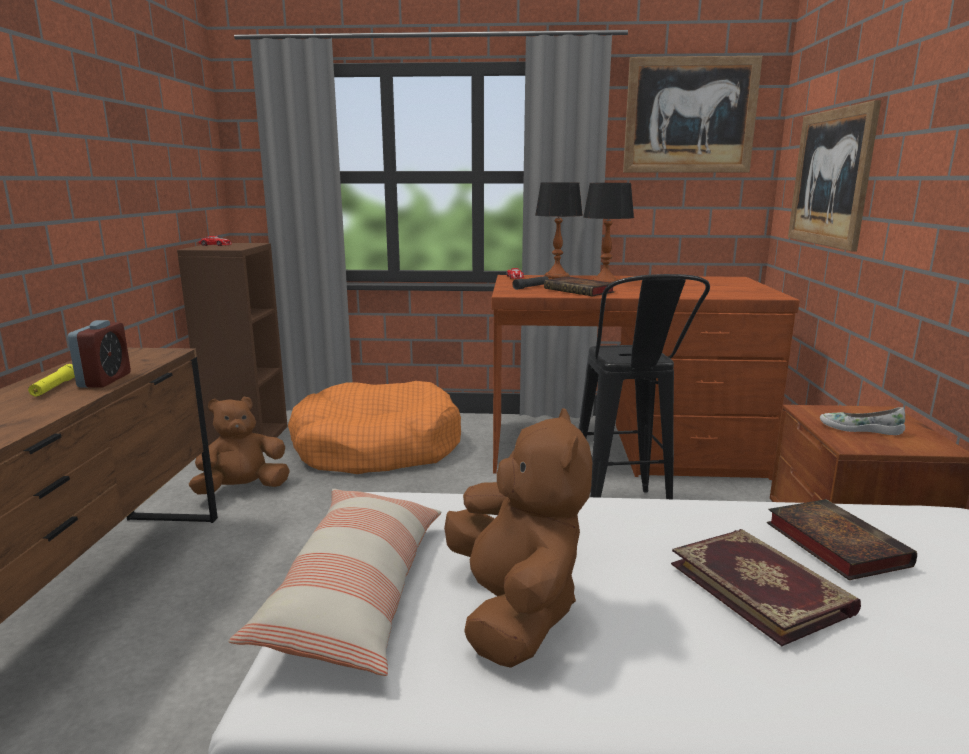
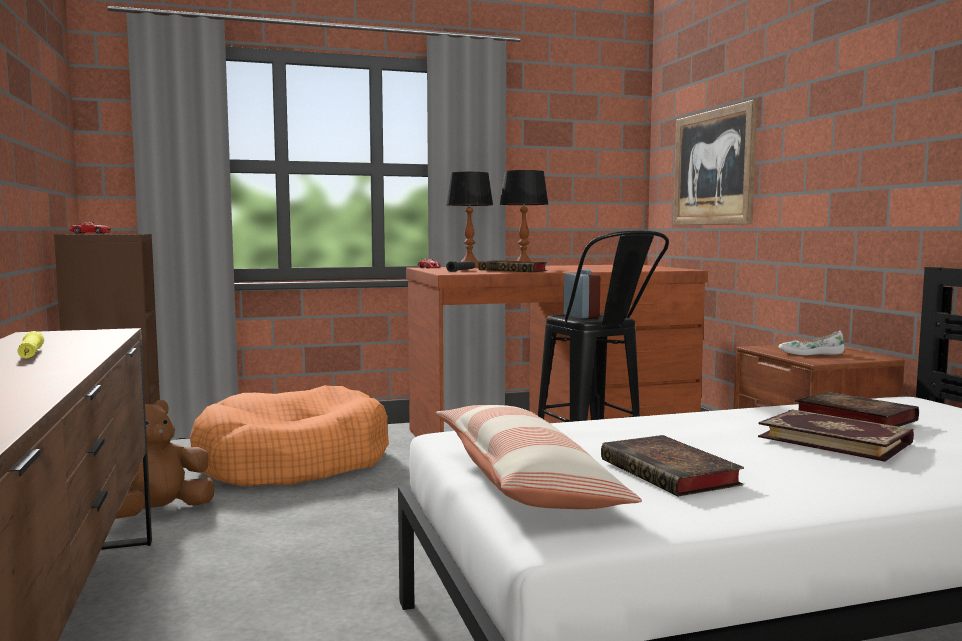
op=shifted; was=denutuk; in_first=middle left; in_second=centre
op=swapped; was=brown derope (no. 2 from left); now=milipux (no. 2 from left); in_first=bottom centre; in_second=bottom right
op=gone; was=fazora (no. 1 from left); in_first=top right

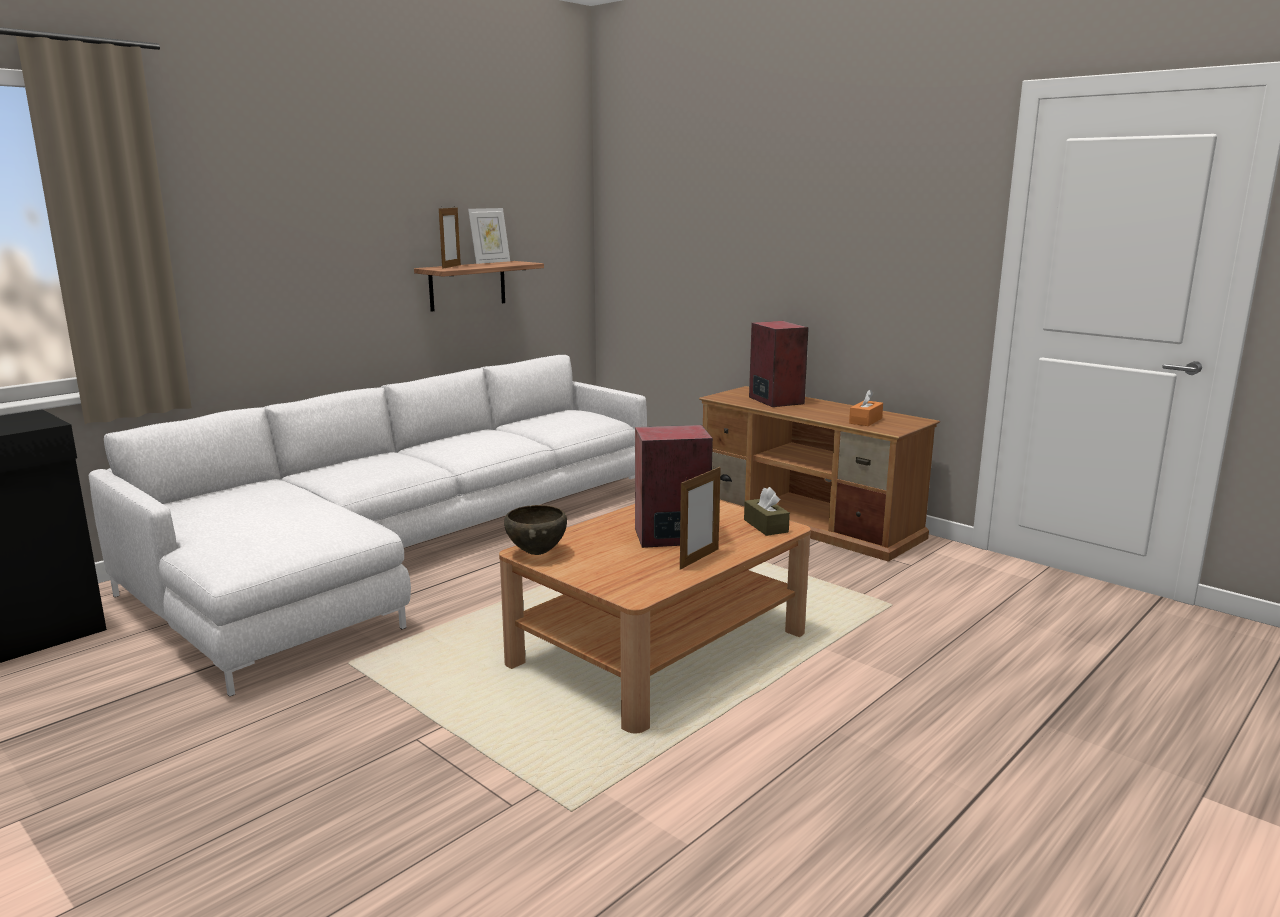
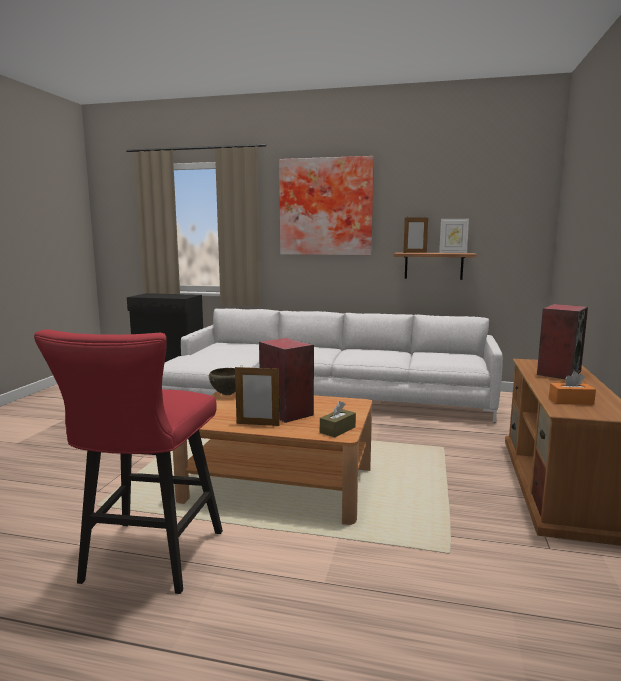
op=new; now=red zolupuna; in_second=bottom left
op=new; now=fazora; in_second=top centre

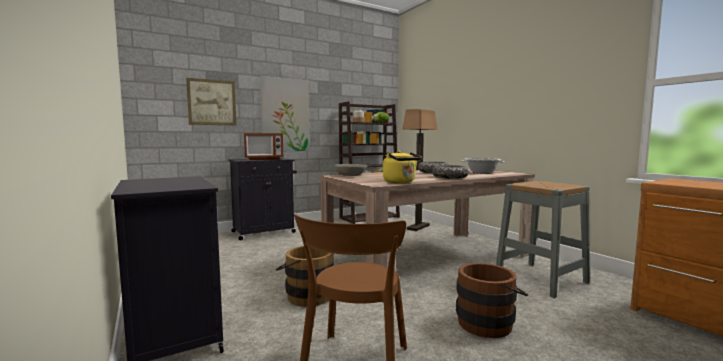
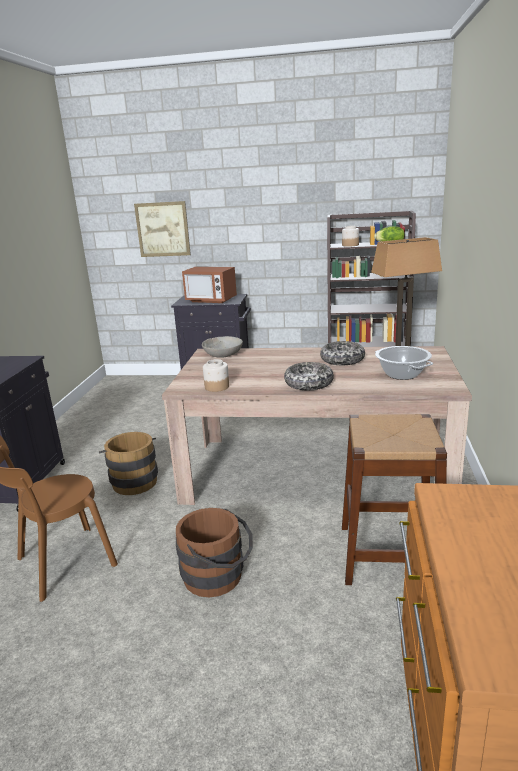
op=swapped; was=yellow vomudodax; now=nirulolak (no. 1 from left); in_first=centre; in_second=centre
op=repainted; was=grey zolupuna; now=brown zolupuna; in_first=middle right; in_second=middle right
op=gone; was=fazora (no. 2 from left); in_first=top centre

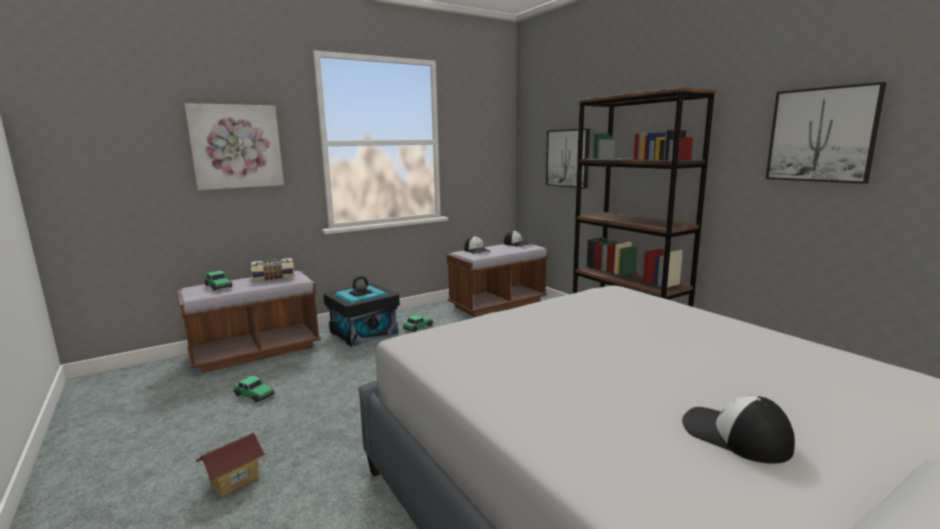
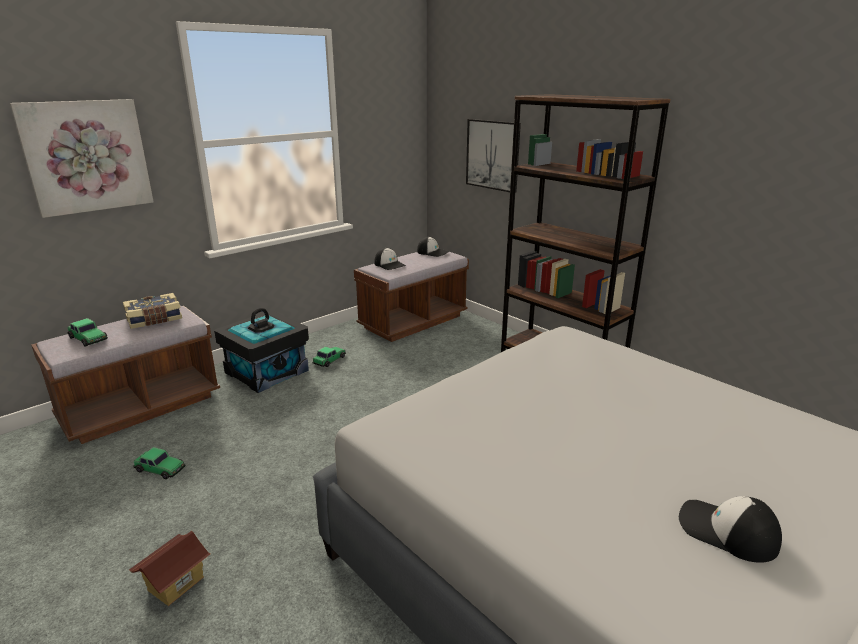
op=gone; was=fazora (no. 3 from left); in_first=top right

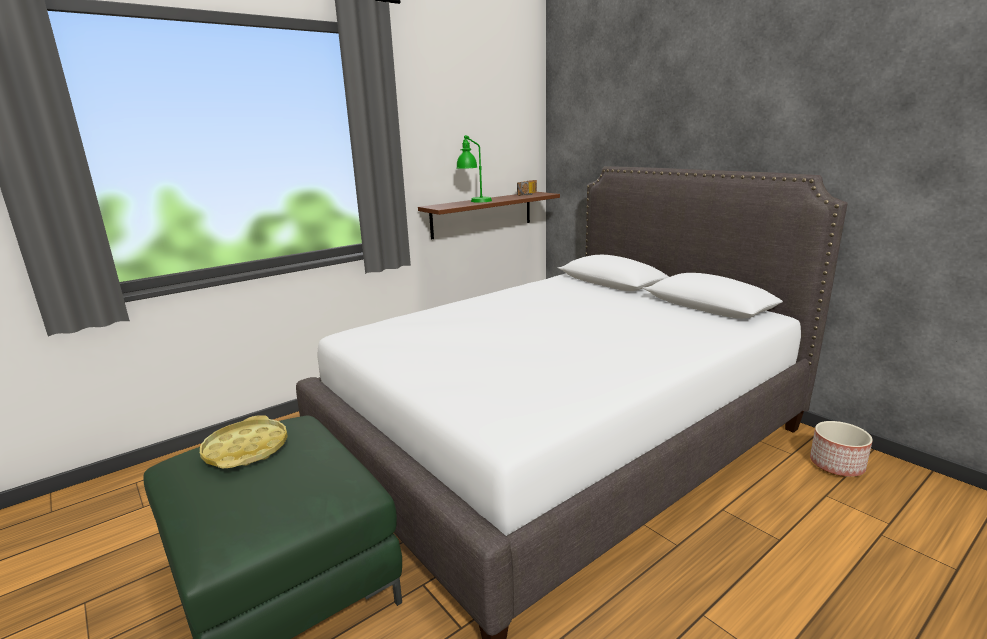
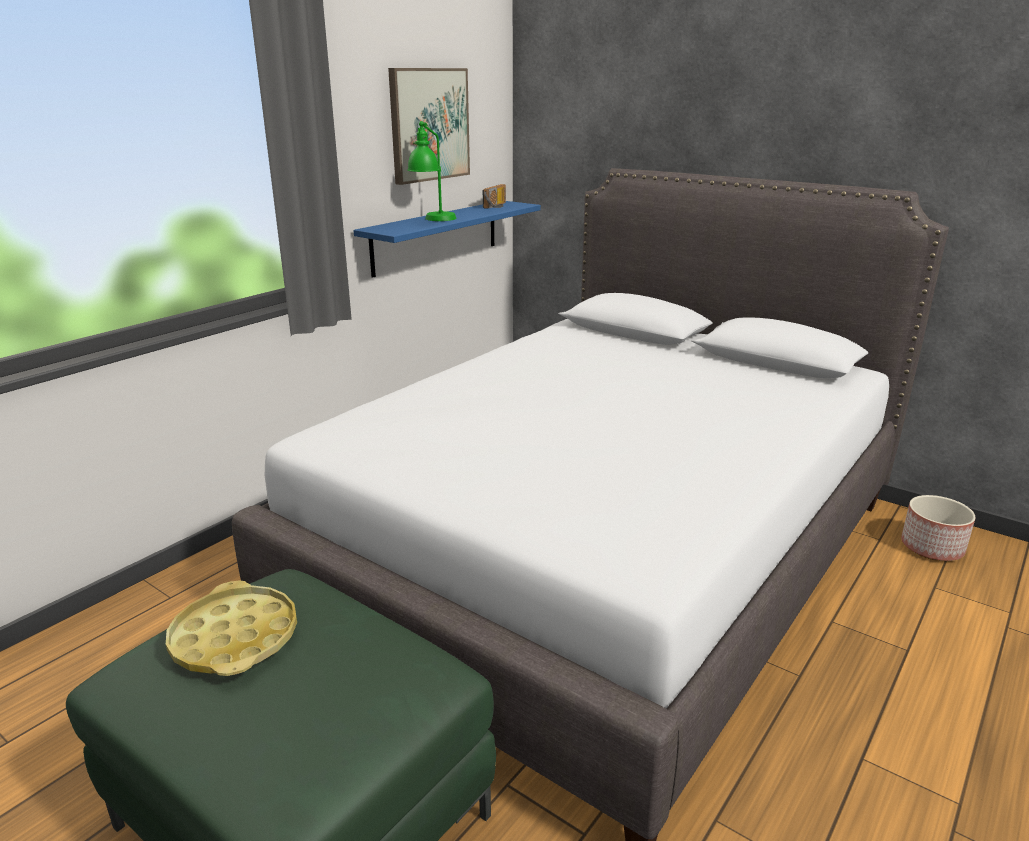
op=repainted; was=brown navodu; now=blue navodu; in_first=centre; in_second=top centre
op=new; now=fazora; in_second=top centre

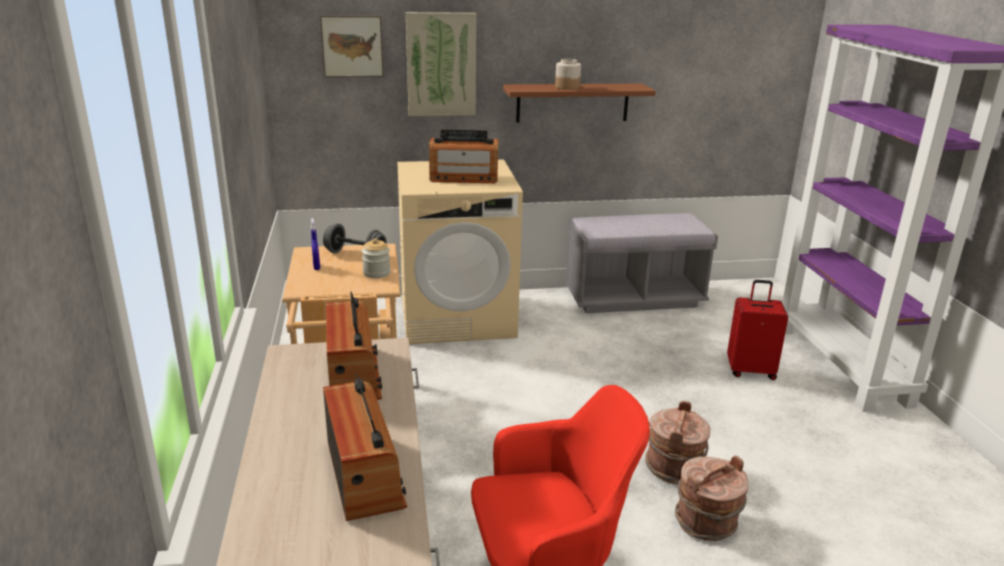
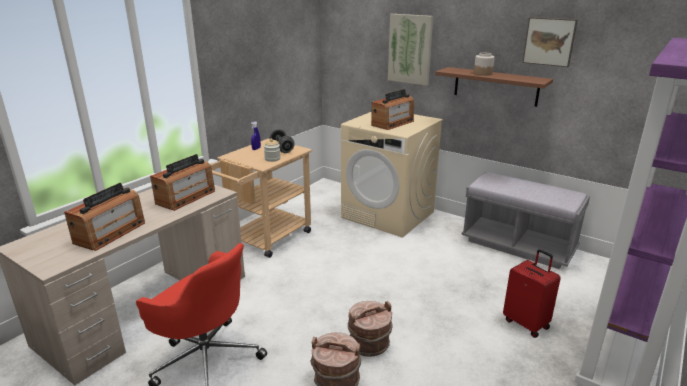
op=rotated; was=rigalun (no. 3 from left); in_first=top centre; in_second=top centre; clockwise=-90
op=shifted; was=fazora (no. 1 from left in the first image); now=fazora (no. 2 from left); in_first=top centre; in_second=top right

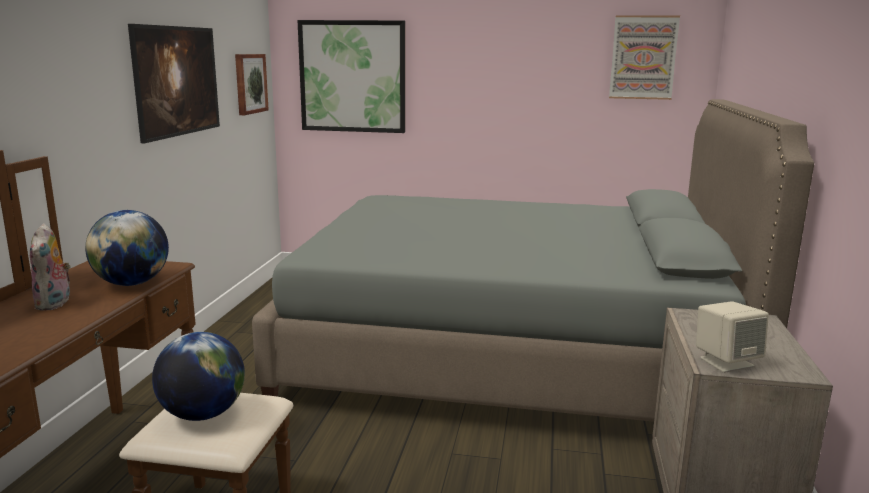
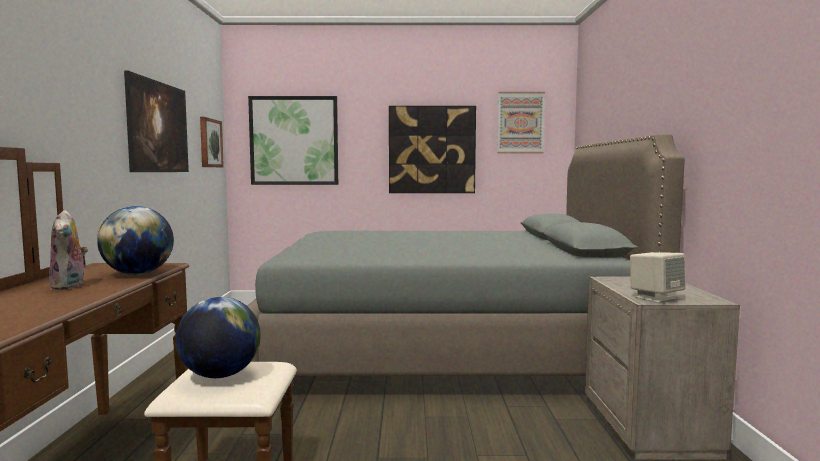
op=new; now=fazora (no. 4 from left); in_second=top centre

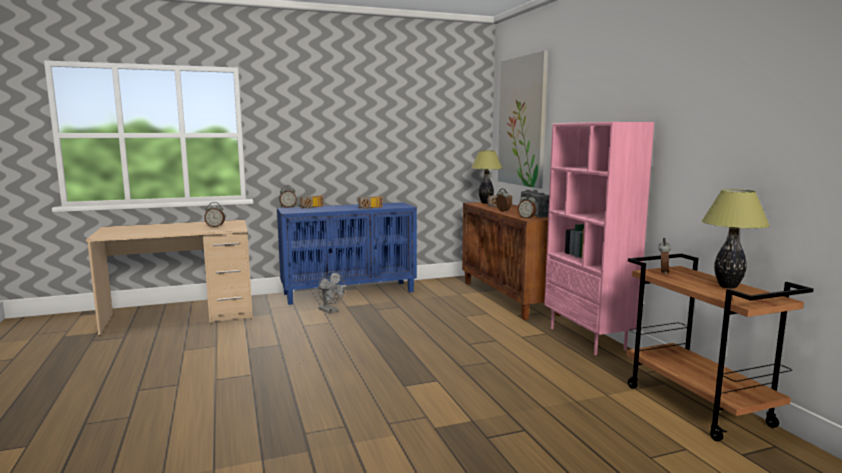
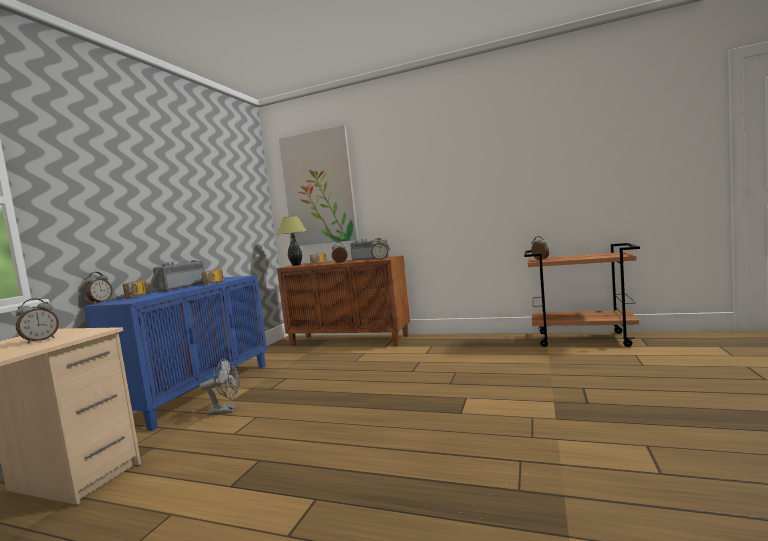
op=new; now=rigalun (no. 2 from left); in_second=middle left
op=gone; was=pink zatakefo; in_first=middle right
op=gone; was=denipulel (no. 2 from left); in_first=middle right

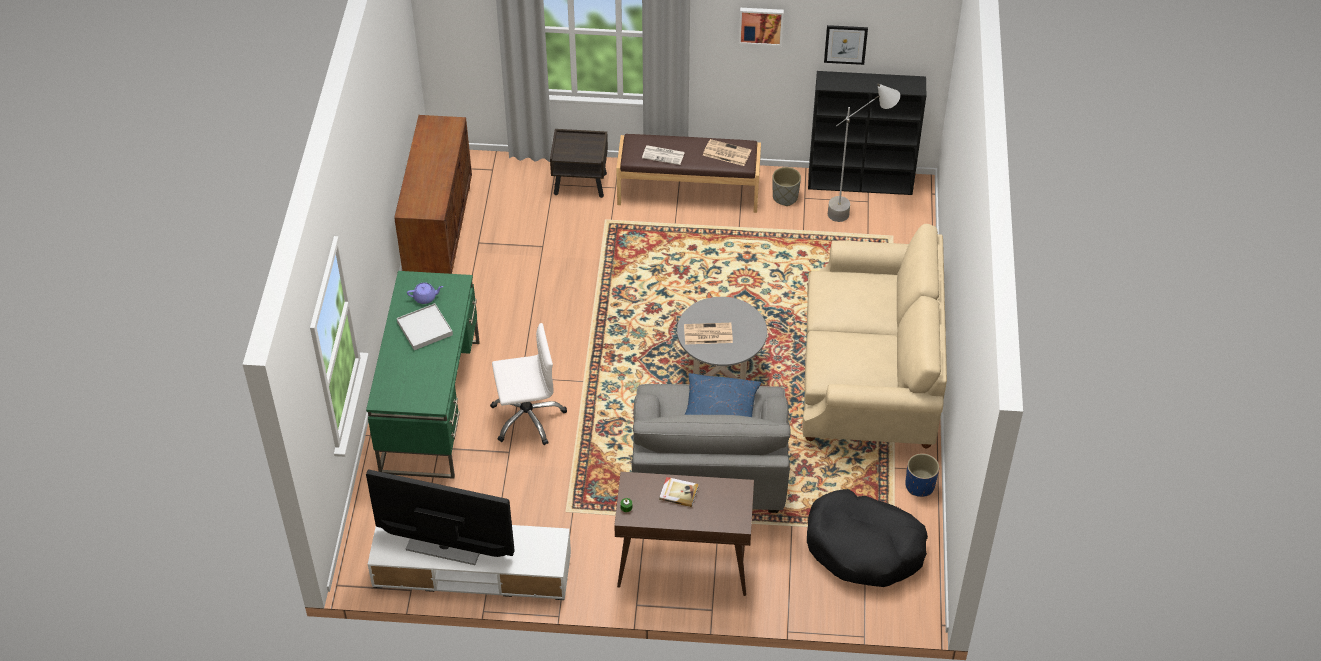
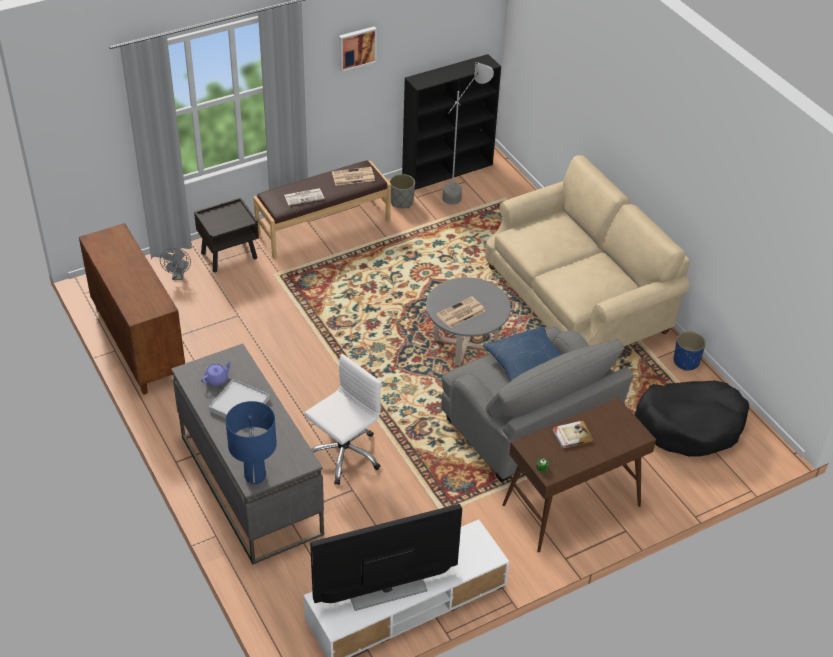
op=new; now=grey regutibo; in_second=middle left
op=repainted; was=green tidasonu; now=grey tidasonu; in_first=middle left; in_second=bottom left
op=new; now=blue denipulel; in_second=bottom left
op=gone; was=fazora (no. 2 from left); in_first=top centre

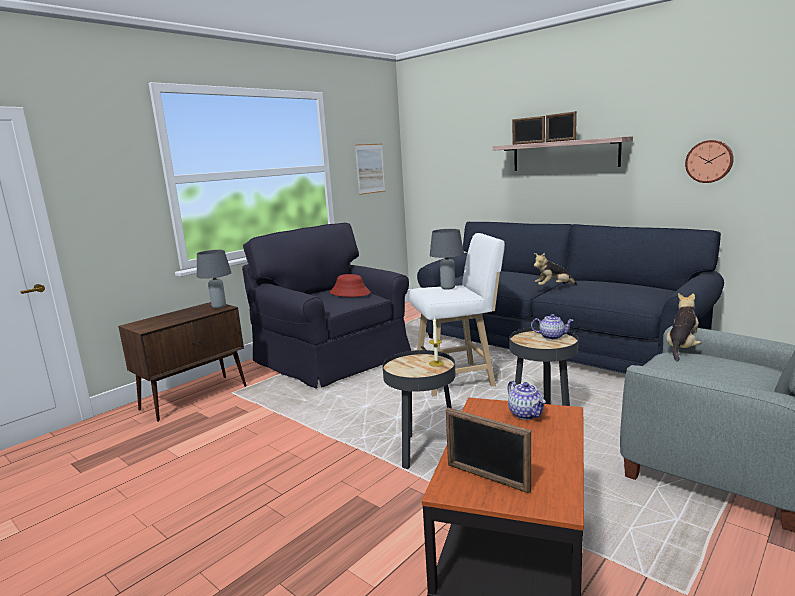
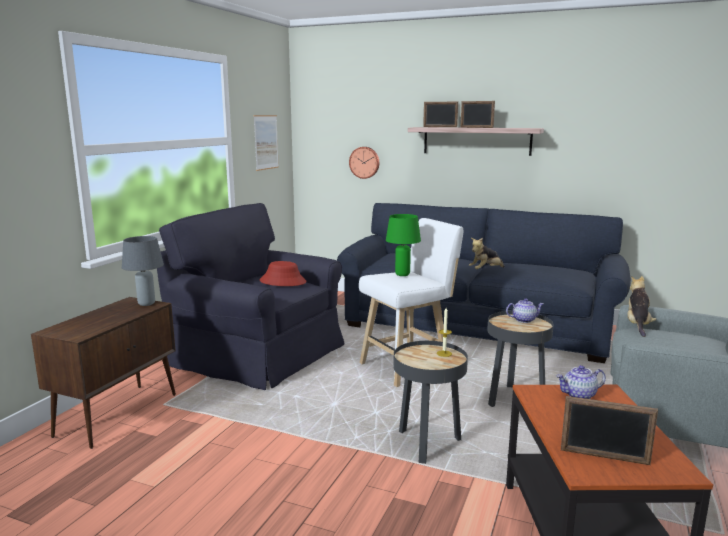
op=shifted; was=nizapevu; in_first=top right; in_second=top centre
op=repainted; was=grey denipulel (no. 2 from left); now=green denipulel; in_first=centre; in_second=centre
op=rotated; was=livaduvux (no. 1 from left in the first image); in_first=bottom centre; in_second=bottom right; clockwise=120

